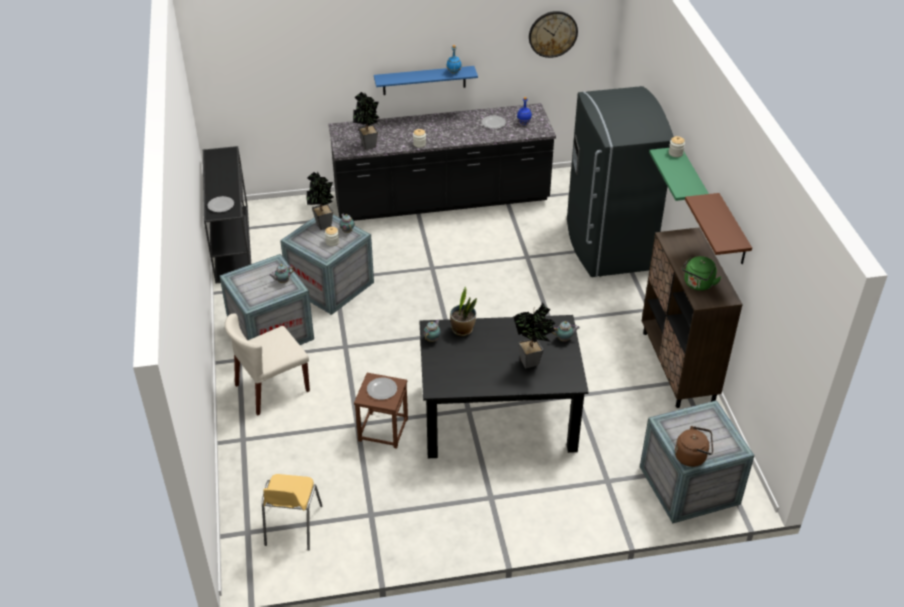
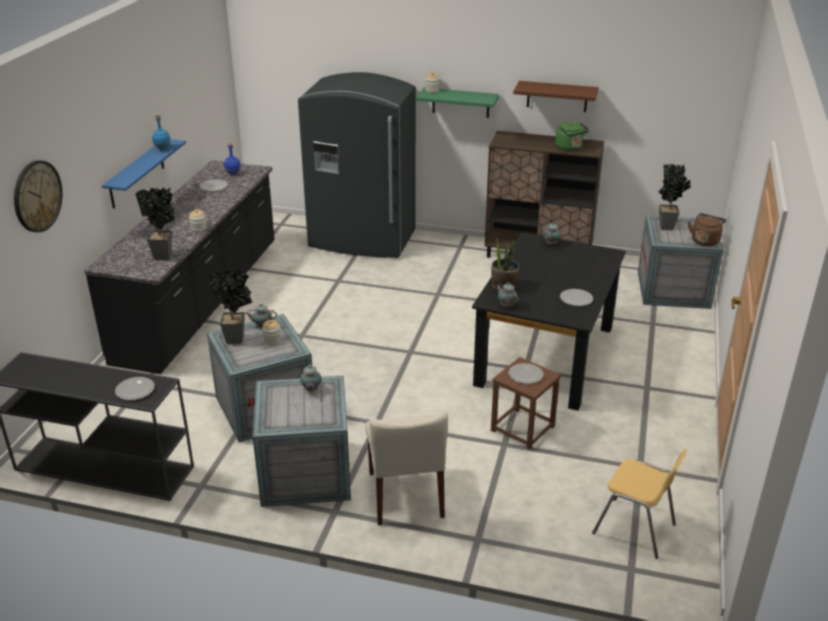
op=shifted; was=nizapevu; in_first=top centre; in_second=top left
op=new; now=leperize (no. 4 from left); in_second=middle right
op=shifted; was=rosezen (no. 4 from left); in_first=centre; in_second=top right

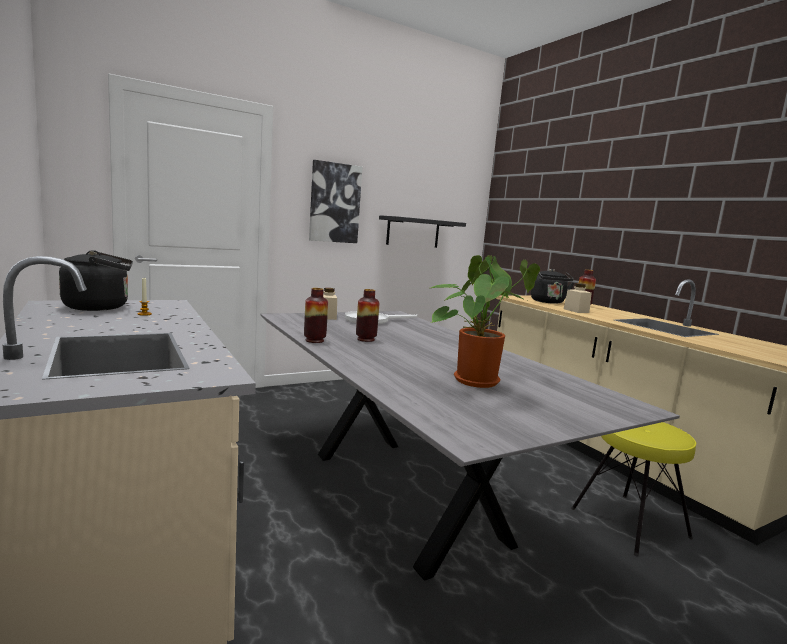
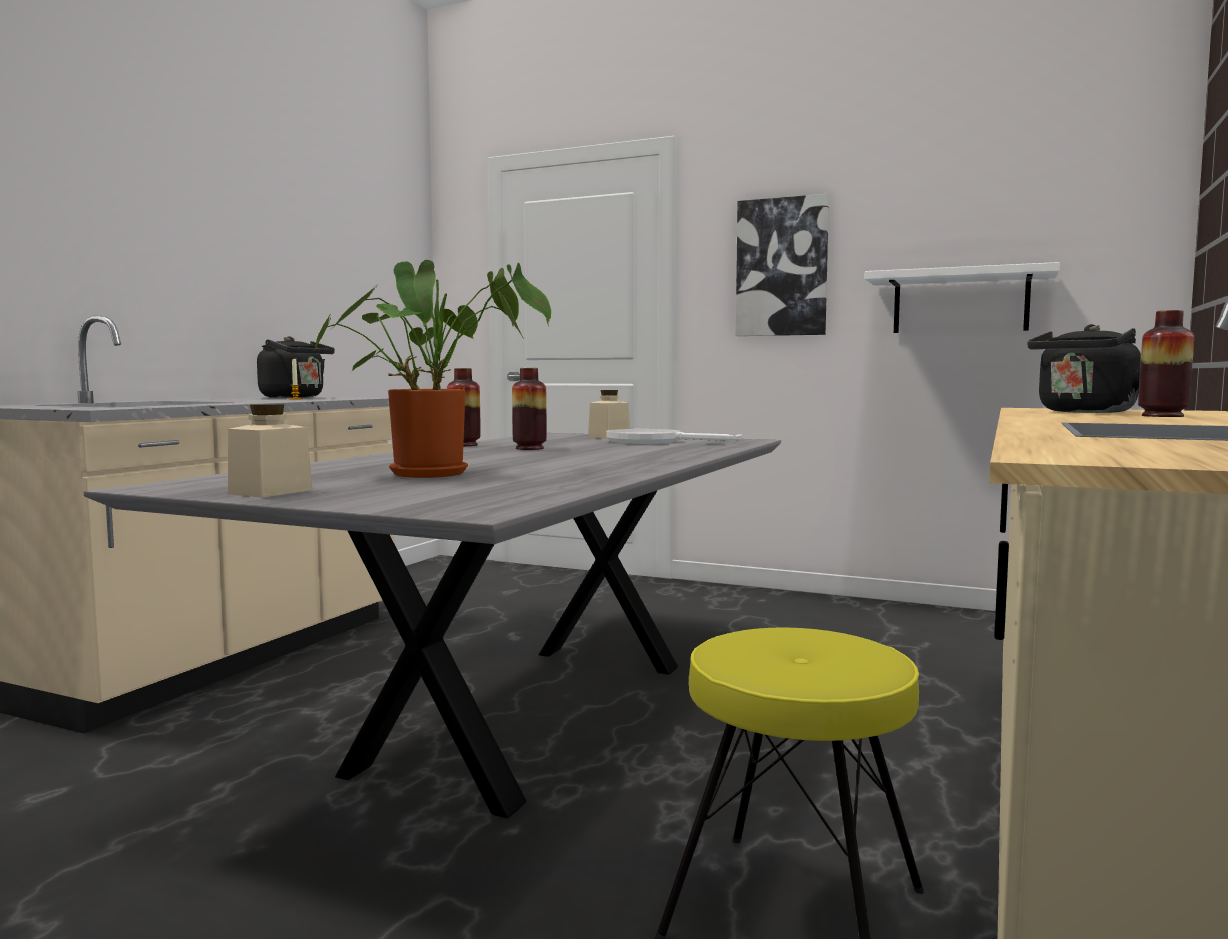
op=shifted; was=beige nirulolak (no. 2 from left in the first image); now=beige nirulolak (no. 1 from left); in_first=middle right; in_second=middle left
op=repainted; was=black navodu; now=white navodu; in_first=centre; in_second=top right

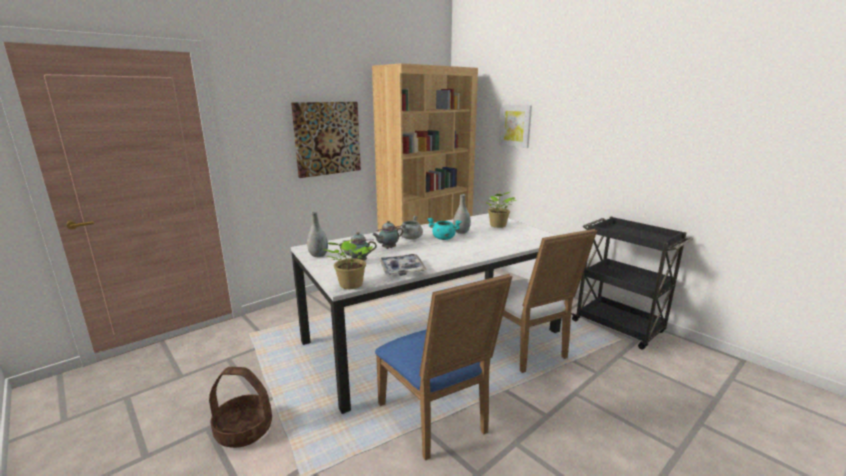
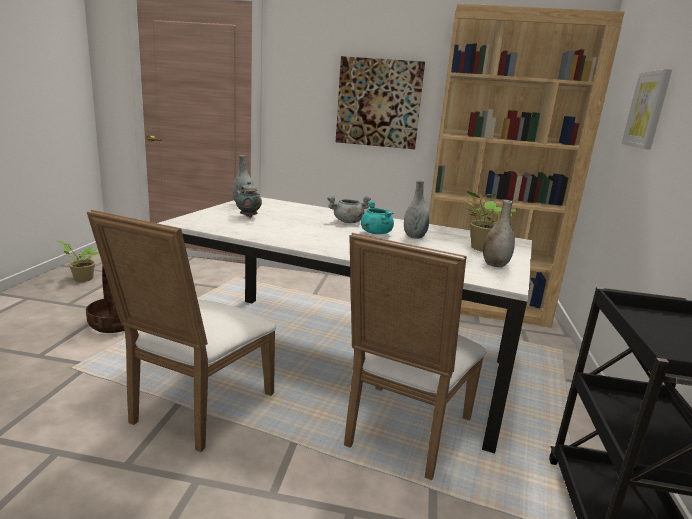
op=shifted; was=rosezen (no. 1 from left); in_first=centre; in_second=middle left
op=repainted; was=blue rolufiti; now=white rolufiti (no. 1 from left); in_first=bottom centre; in_second=middle left
op=new; now=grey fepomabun (no. 3 from left); in_second=middle right
op=gone; was=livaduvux (no. 2 from left); in_first=centre
op=gone; was=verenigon; in_first=centre

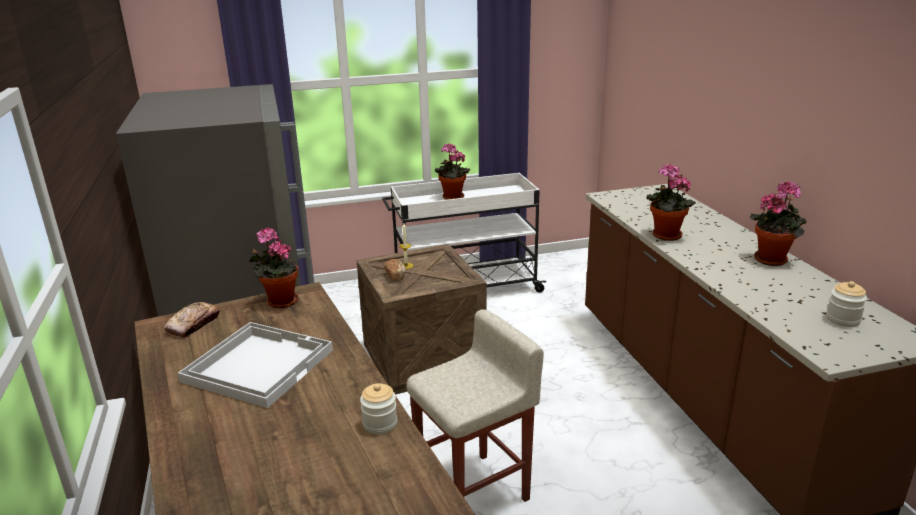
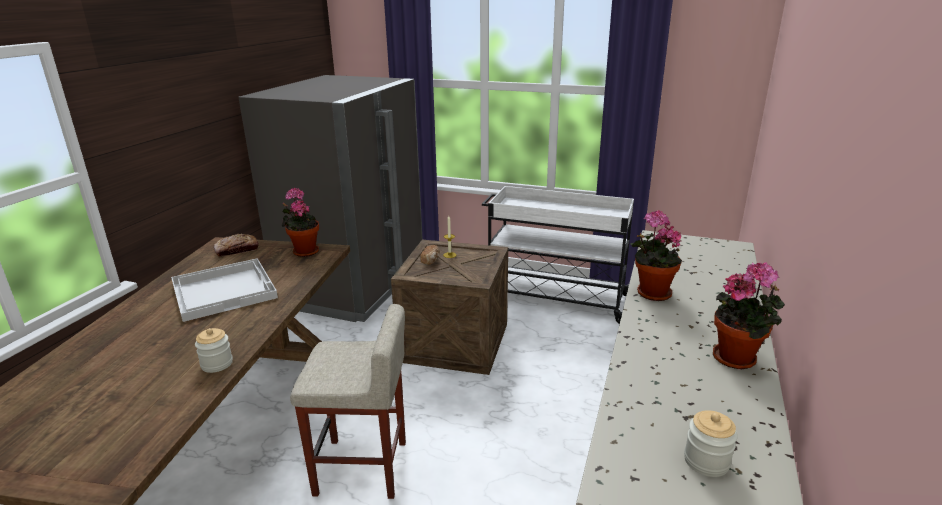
op=gone; was=rosezen (no. 2 from left); in_first=top centre

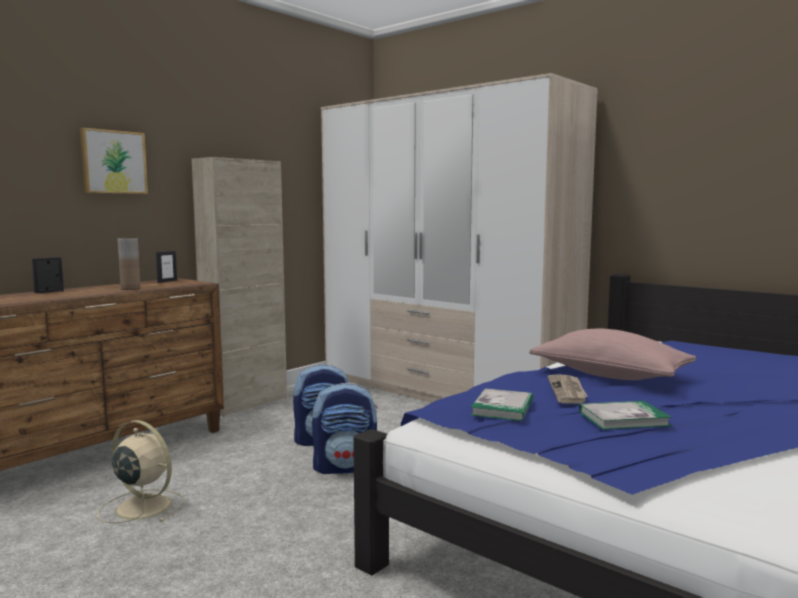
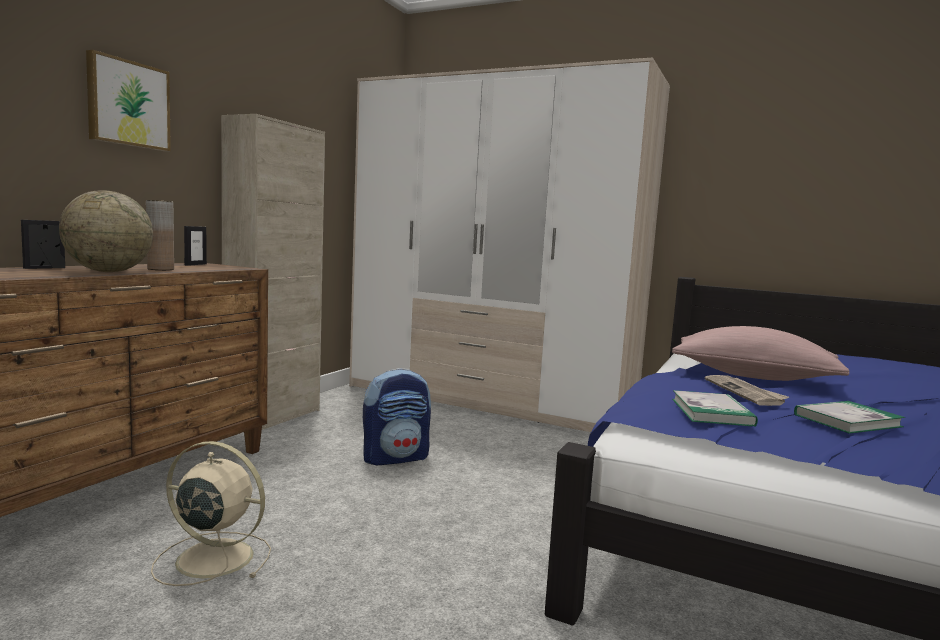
op=new; now=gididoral; in_second=middle left
op=gone; was=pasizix (no. 2 from left); in_first=bottom centre

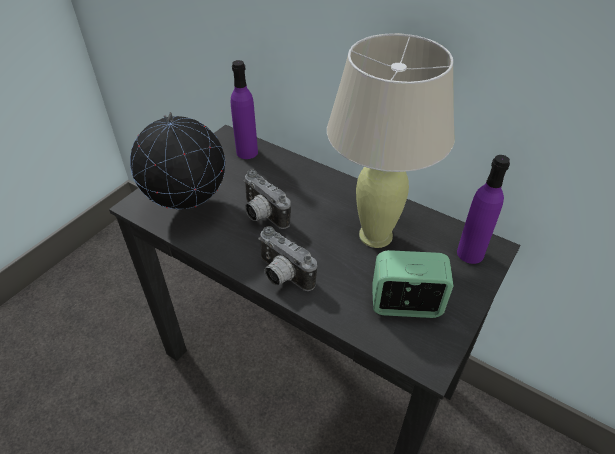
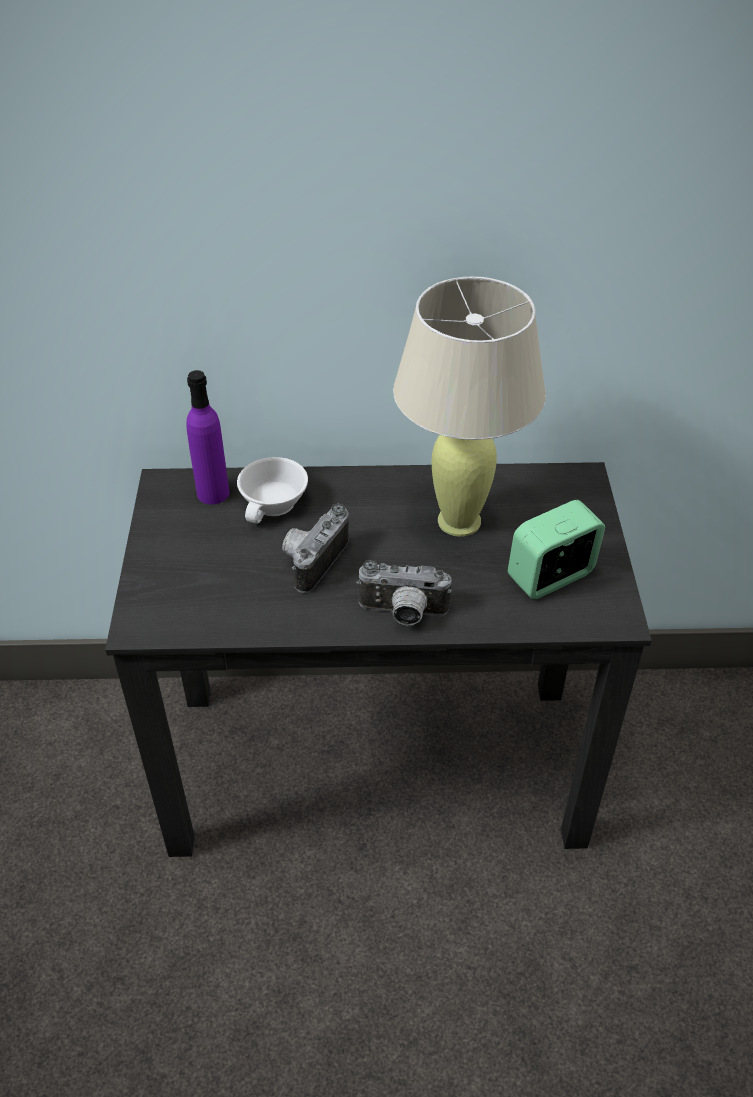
op=new; now=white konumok; in_second=centre
op=rotated; was=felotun (no. 1 from left); in_first=centre; in_second=centre; clockwise=105
op=gone; was=gididoral; in_first=middle left
op=gone; was=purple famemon (no. 2 from left); in_first=middle right

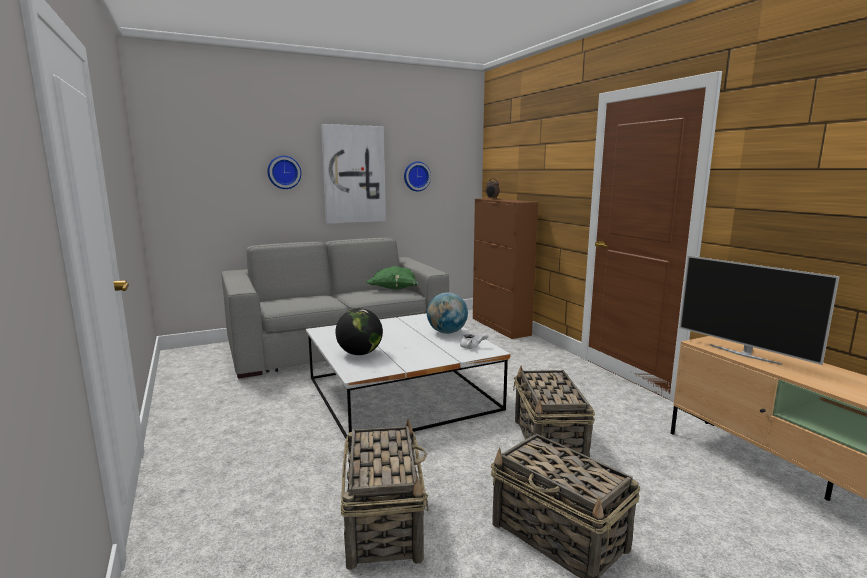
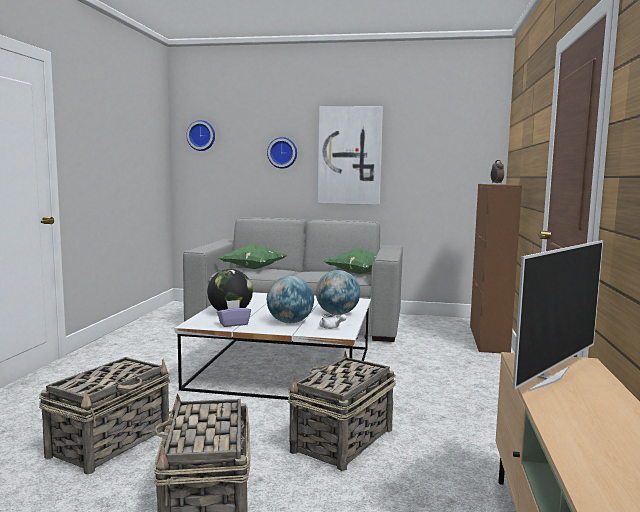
op=shifted; was=nizapevu (no. 2 from left in the first image); now=nizapevu (no. 1 from left); in_first=top centre; in_second=top left
op=new; now=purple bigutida; in_second=centre
op=new; now=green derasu (no. 1 from left); in_second=centre
op=new; now=gididoral (no. 2 from left); in_second=centre
op=rotated; was=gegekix; in_first=middle right; in_second=middle right; clockwise=-135

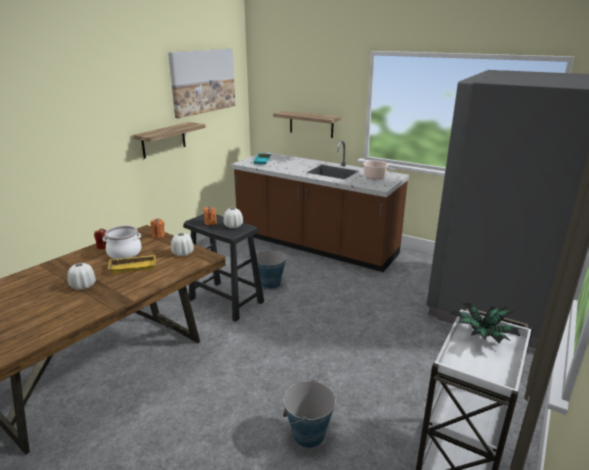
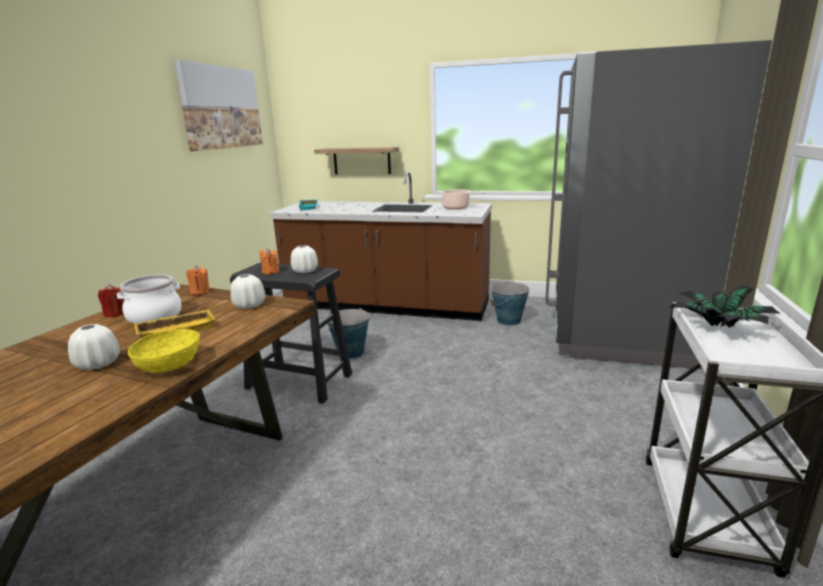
op=new; now=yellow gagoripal; in_second=middle left
op=shifted; was=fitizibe (no. 2 from left); in_first=bottom centre; in_second=centre
op=gone; was=navodu (no. 1 from left); in_first=top left

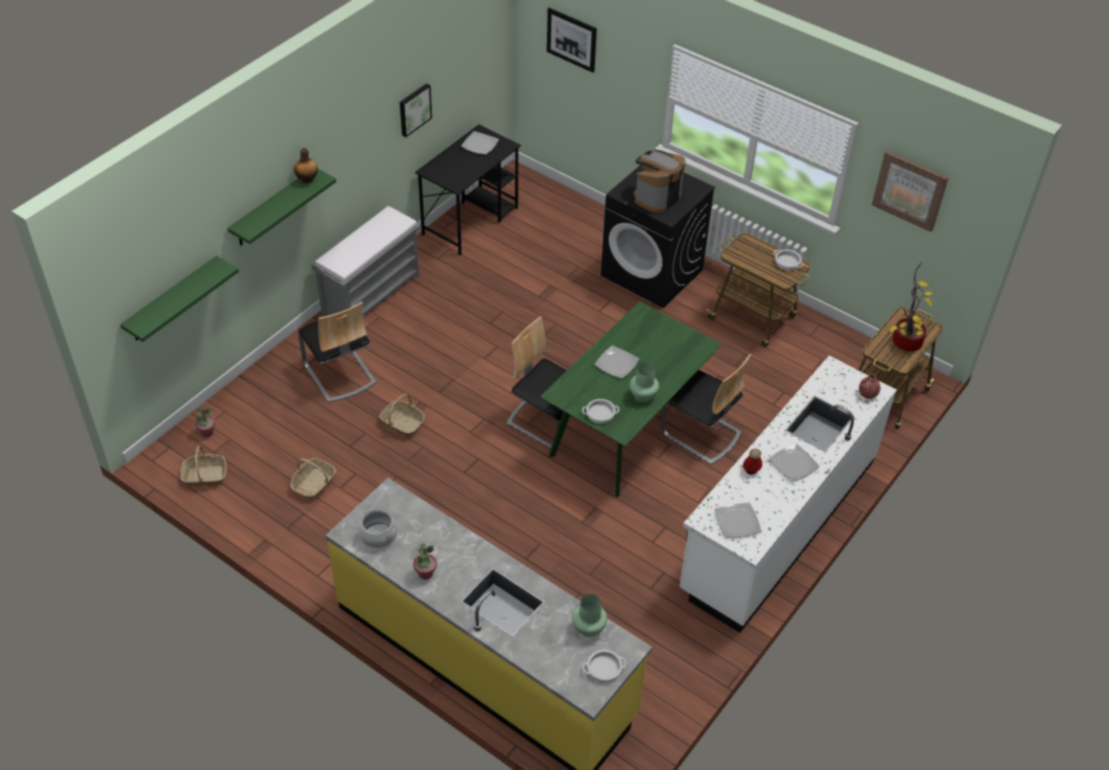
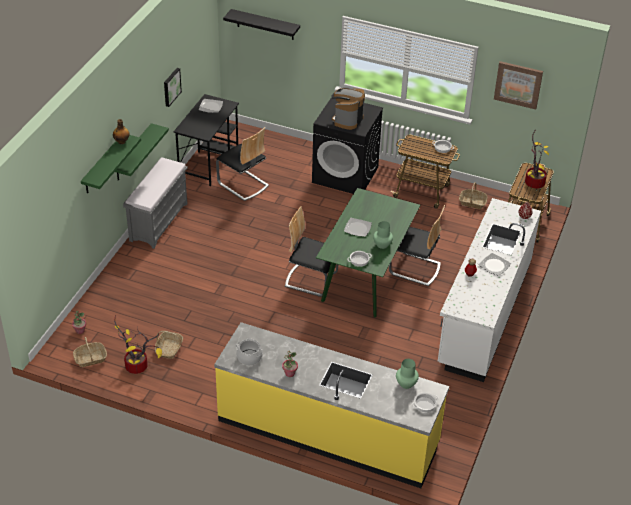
op=new; now=rosezen (no. 2 from left); in_second=bottom left
op=shifted; was=green navodu (no. 1 from left in the first image); now=green navodu (no. 2 from left); in_first=middle left; in_second=top left
op=shifted; was=rolufiti (no. 1 from left); in_first=middle left; in_second=top centre
op=swapped; was=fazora (no. 2 from left); now=black navodu; in_first=top centre; in_second=top centre
op=shifted; was=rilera (no. 3 from left); in_first=centre; in_second=middle right
op=gone; was=leperize (no. 3 from left); in_first=bottom centre

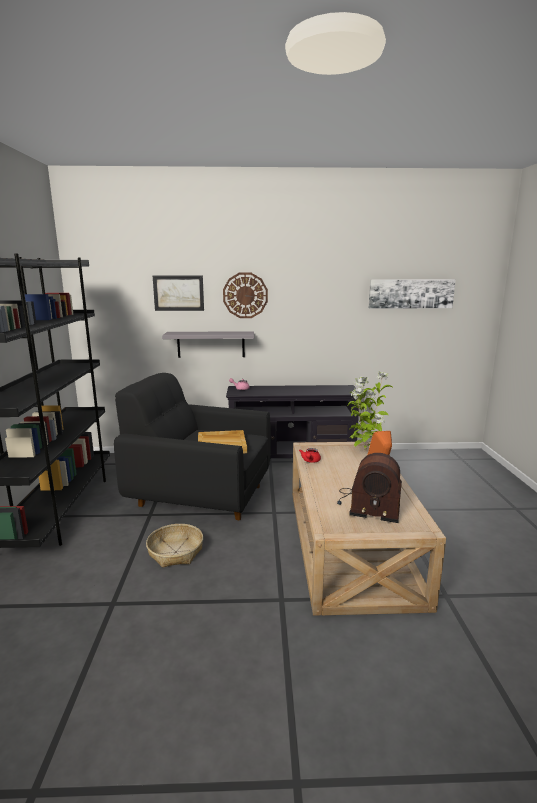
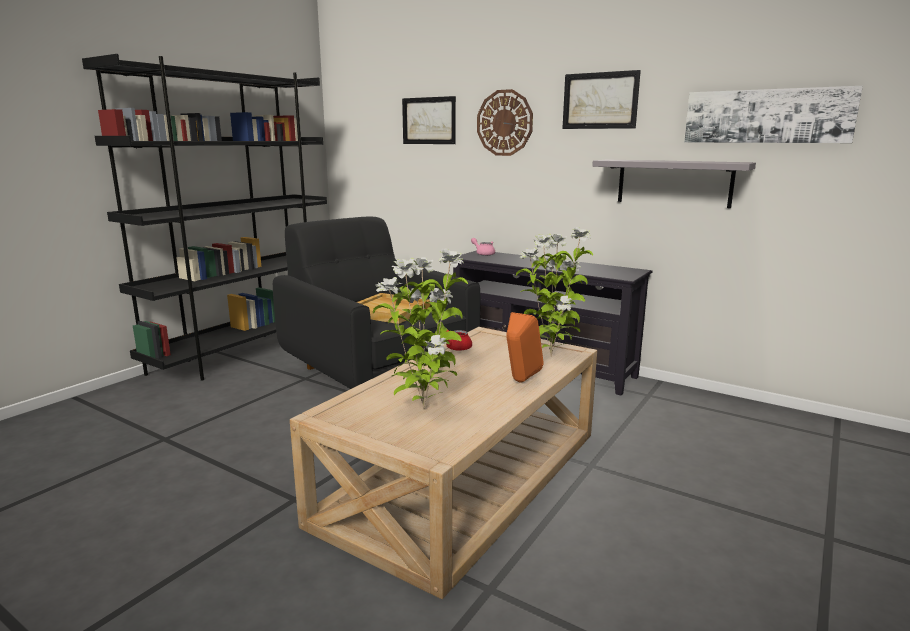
op=swapped; was=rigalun; now=rosezen (no. 1 from left); in_first=middle right; in_second=centre
op=new; now=fazora (no. 2 from left); in_second=top centre
op=shifted; was=grey navodu; in_first=centre; in_second=top right
op=gone; was=rilera; in_first=bottom left

